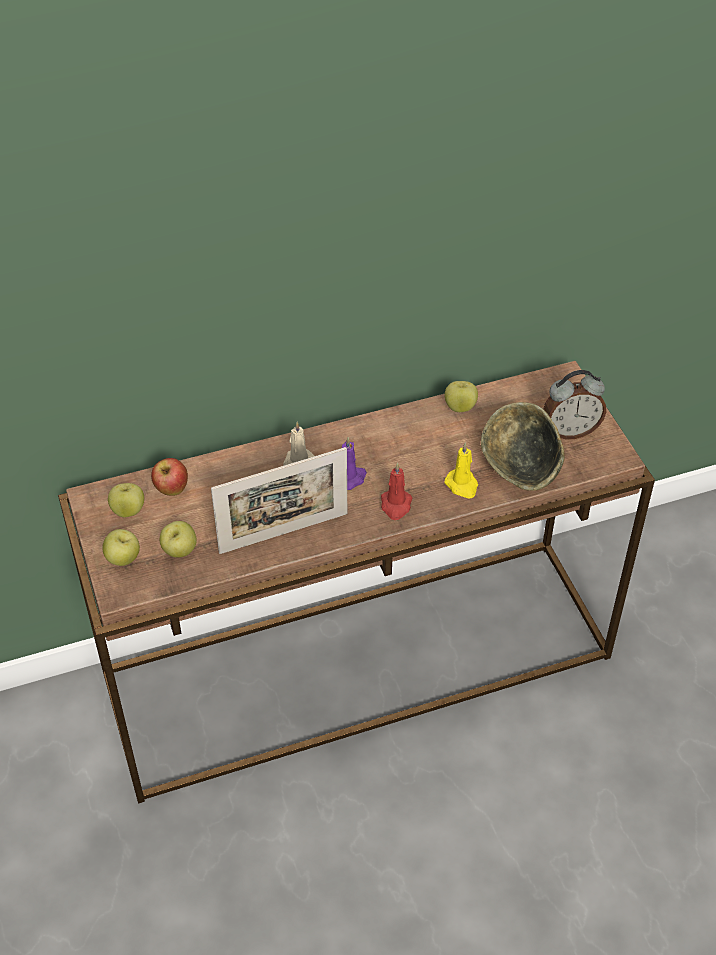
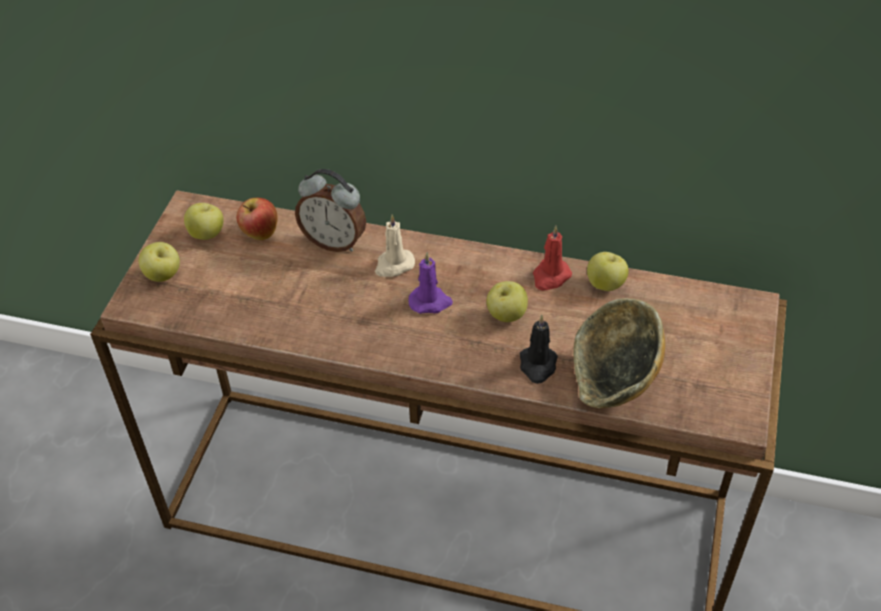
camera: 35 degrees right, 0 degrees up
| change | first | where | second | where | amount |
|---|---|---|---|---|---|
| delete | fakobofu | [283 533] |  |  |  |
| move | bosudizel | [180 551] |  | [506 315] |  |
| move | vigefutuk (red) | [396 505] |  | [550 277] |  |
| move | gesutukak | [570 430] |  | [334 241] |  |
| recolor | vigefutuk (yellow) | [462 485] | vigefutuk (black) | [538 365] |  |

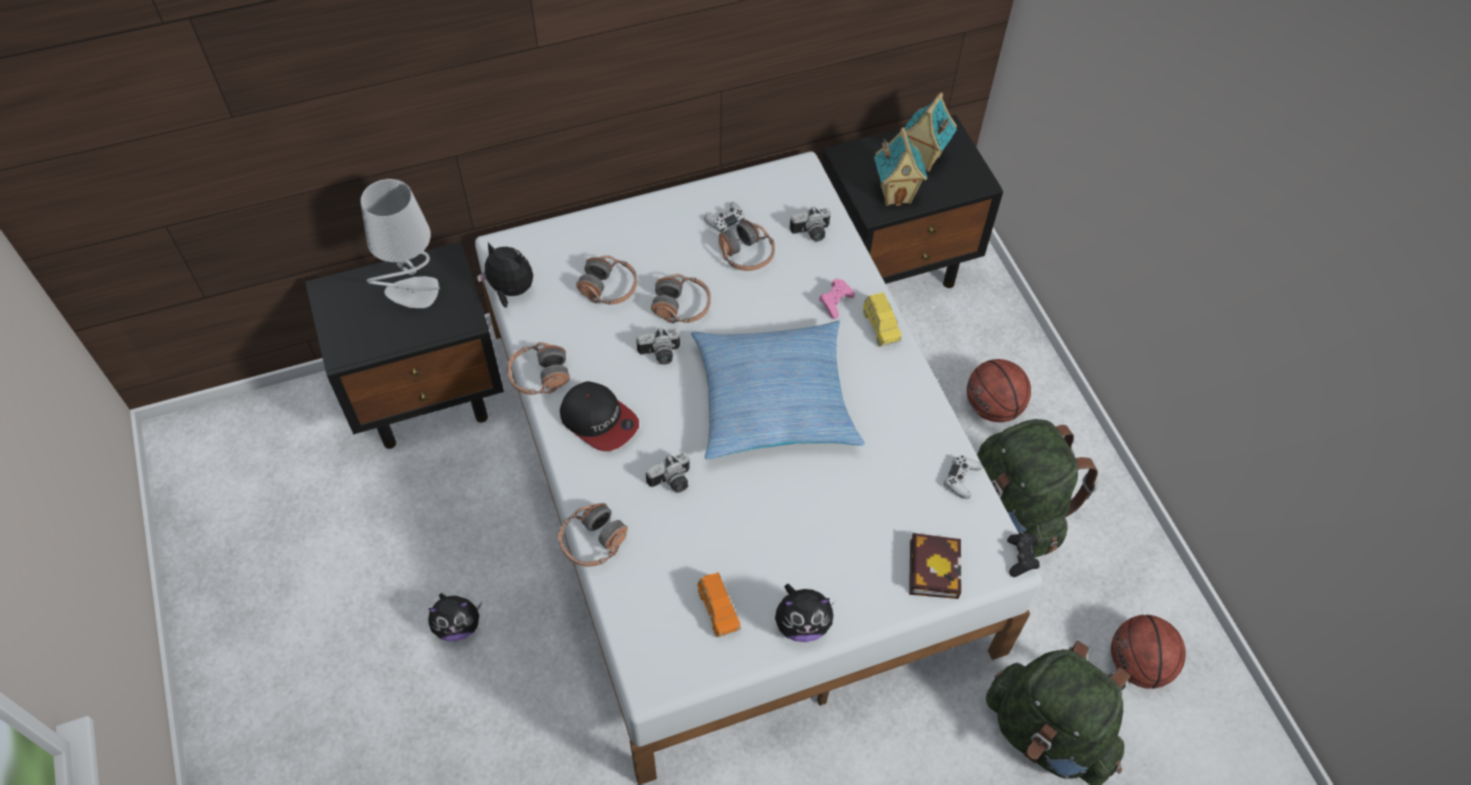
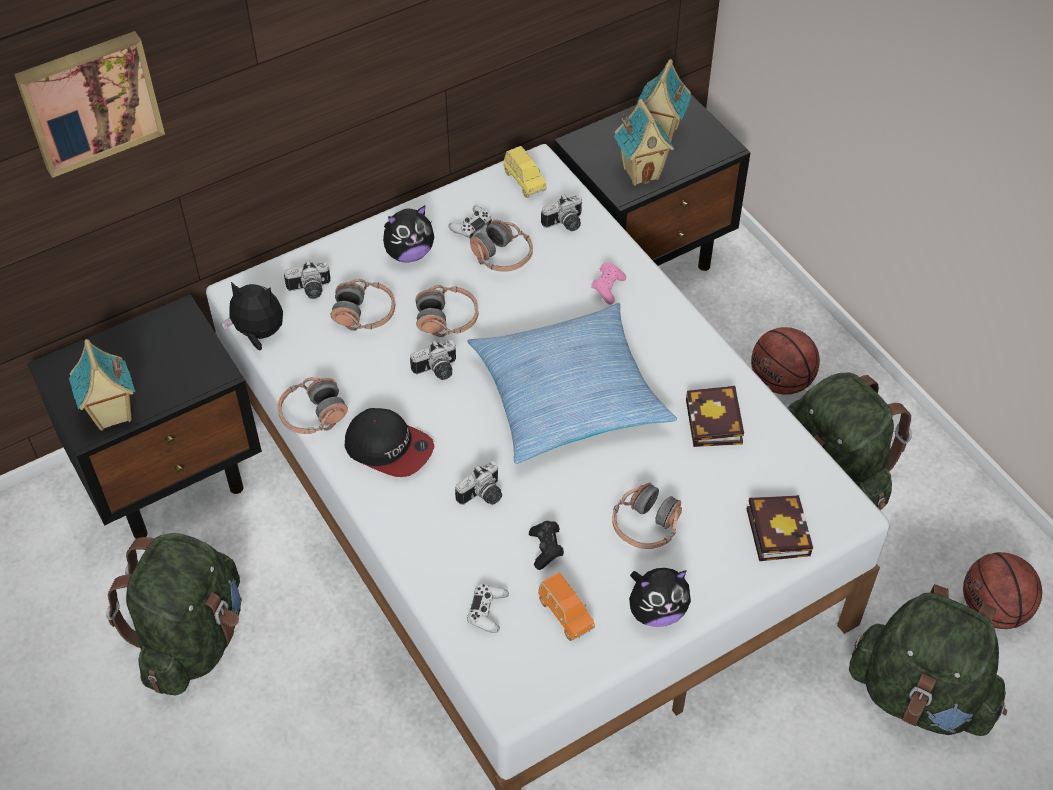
camera: 10 degrees left, 5 degrees down
| change | first | where | second | where | amount |
|---|---|---|---|---|---|
| delete | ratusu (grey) | [413 294] |  |  |  |
| insert |  |  | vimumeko | [89 101] |  |
| insert |  |  | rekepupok | [112 415] |  |
| insert |  |  | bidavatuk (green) | [193 639] |  |
| insert |  |  | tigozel | [310 290] |  |
| insert |  |  | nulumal | [715 424] |  |
| move | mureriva | [458 625] |  | [409 253] |  |
| move | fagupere | [592 542] |  | [646 525] |  |
| move | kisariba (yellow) | [880 327] |  | [524 181] |  |
| move | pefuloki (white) | [961 479] |  | [487 611] |  |
| move | pefuloki (black) | [1021 558] |  | [546 549] |  |

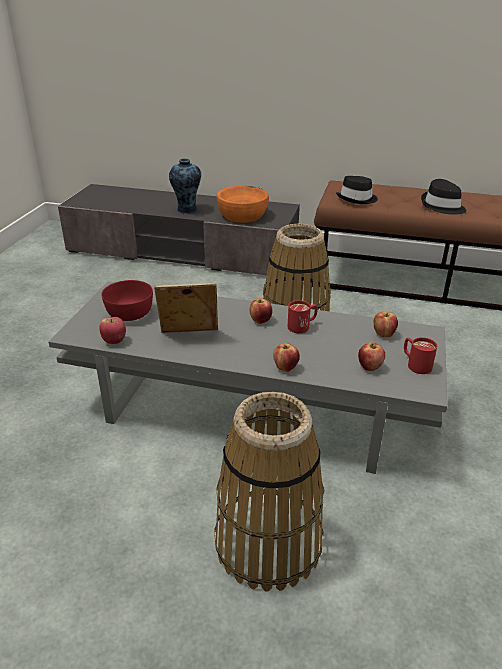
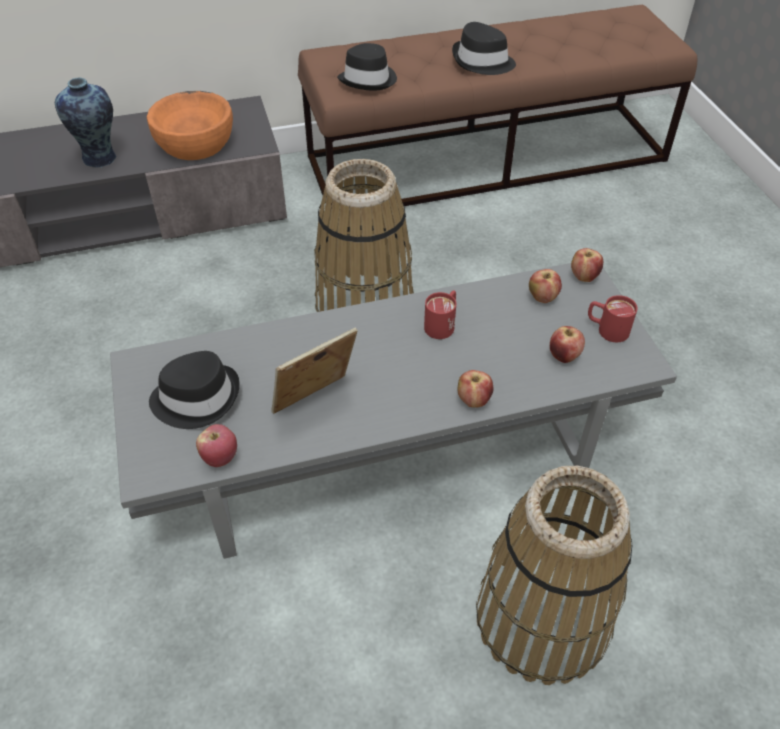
camera: 30 degrees left, 15 degrees up
| change | first | where | second | where | amount |
|---|---|---|---|---|---|
| move | bosudizel | [260 320] |  | [584 277] |  |
| replace | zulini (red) | [129 313] | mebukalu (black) | [197 398] |  |

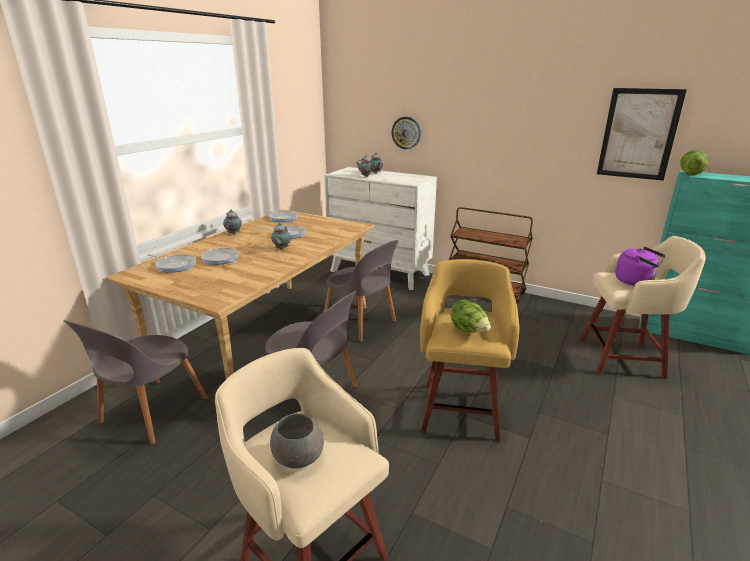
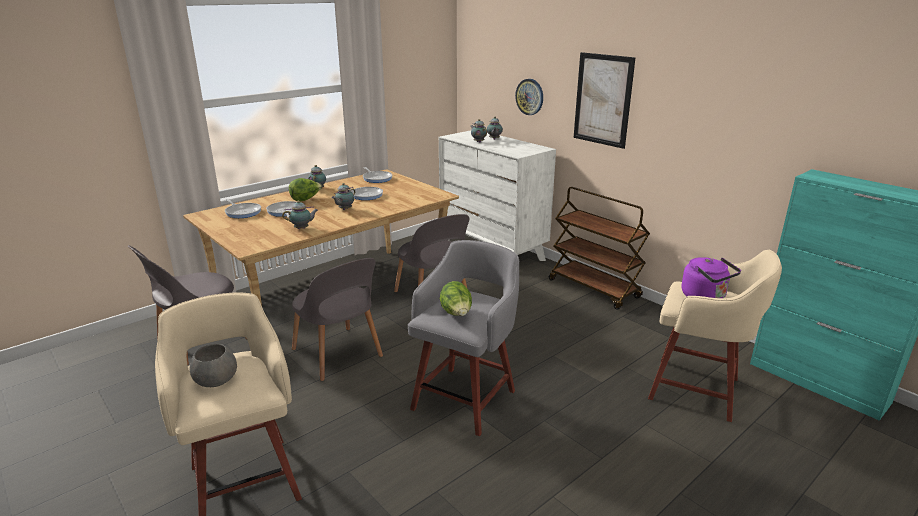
camera: 20 degrees right, 0 degrees up
| change | first | where | second | where | amount |
|---|---|---|---|---|---|
| insert |  |  | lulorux | [302 228] |  |
| move | vimumeko | [638 134] |  | [603 100] |  |
| move | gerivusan | [690 173] |  | [305 199] |  |
| recolor | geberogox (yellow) | [461 408] | geberogox (grey) | [466 398] |  |

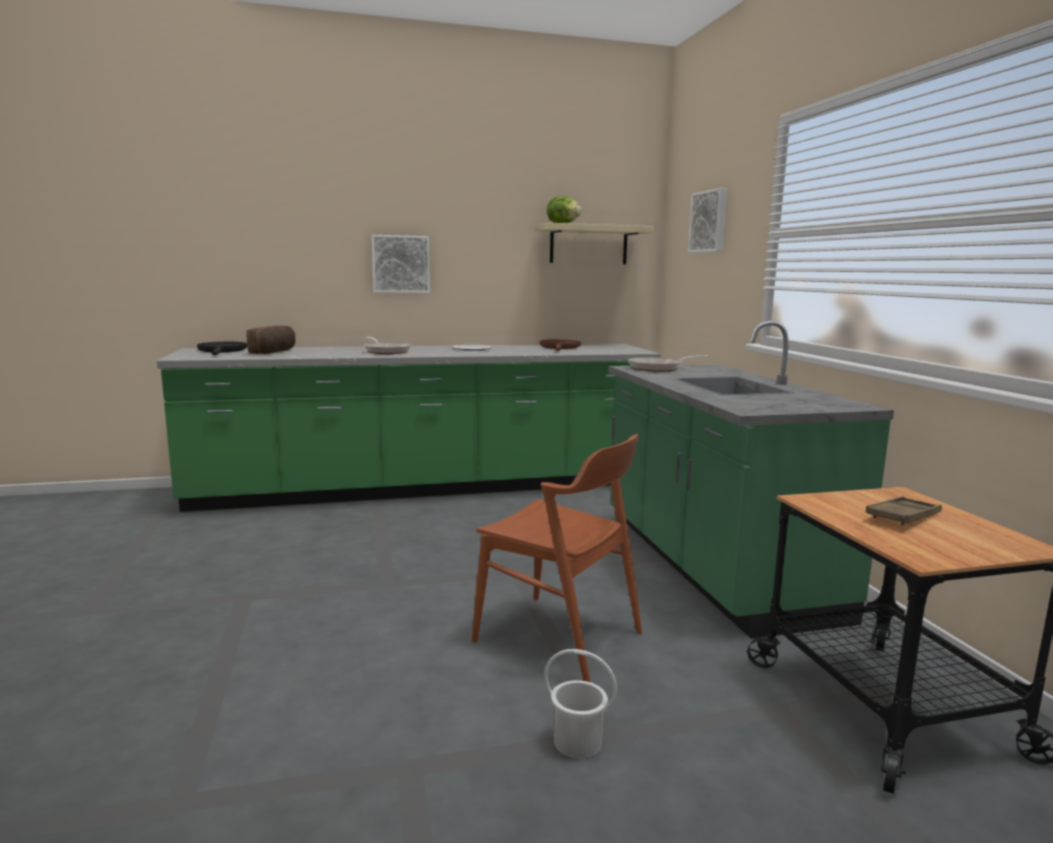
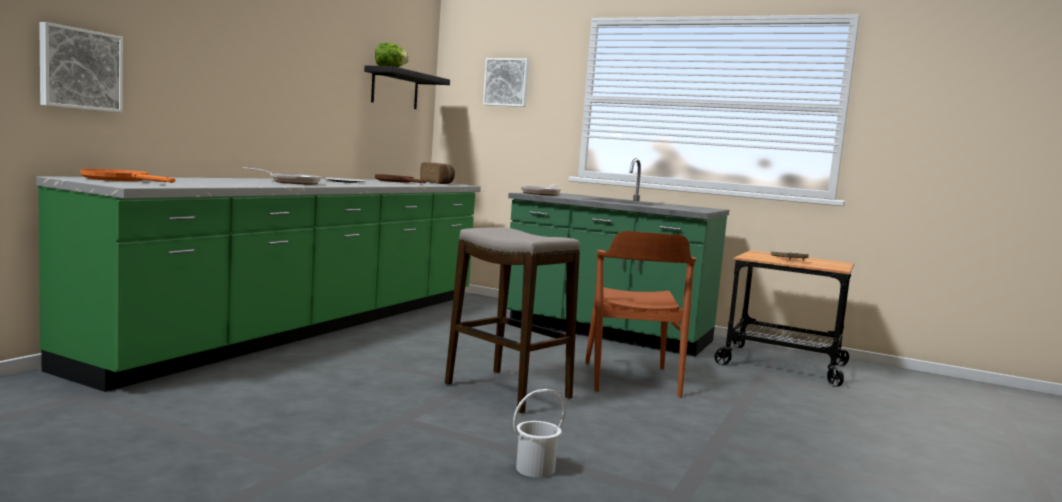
camera: 50 degrees left, 5 degrees down
| change | first | where | second | where | amount |
|---|---|---|---|---|---|
| insert |  |  | geberogox | [507 391] |  |
| move | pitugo | [275 352] |  | [438 183] |  |
| move | vimumeko | [400 264] |  | [80 69] |  |
| move | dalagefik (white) | [577 743] |  | [536 469] |  |
| recolor | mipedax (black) | [222 351] | mipedax (orange) | [122 180] |  |
| recolor | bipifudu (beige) | [588 245] | bipifudu (black) | [395 89] |  |
| rotate | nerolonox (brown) | [559 637] |  | [630 379] | 105 degrees clockwise |

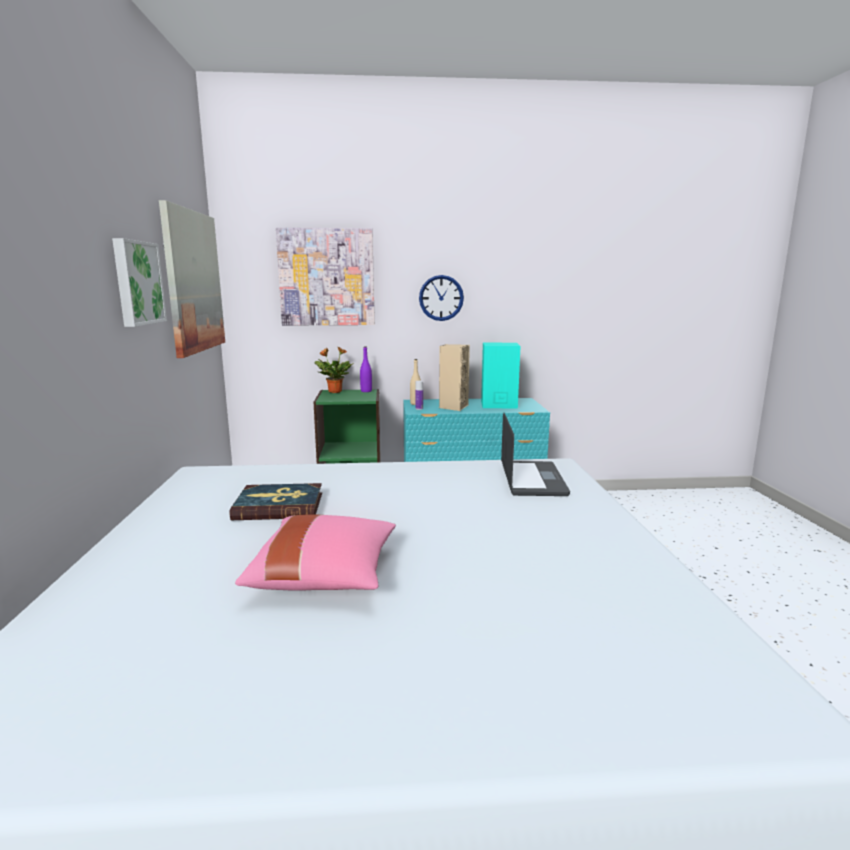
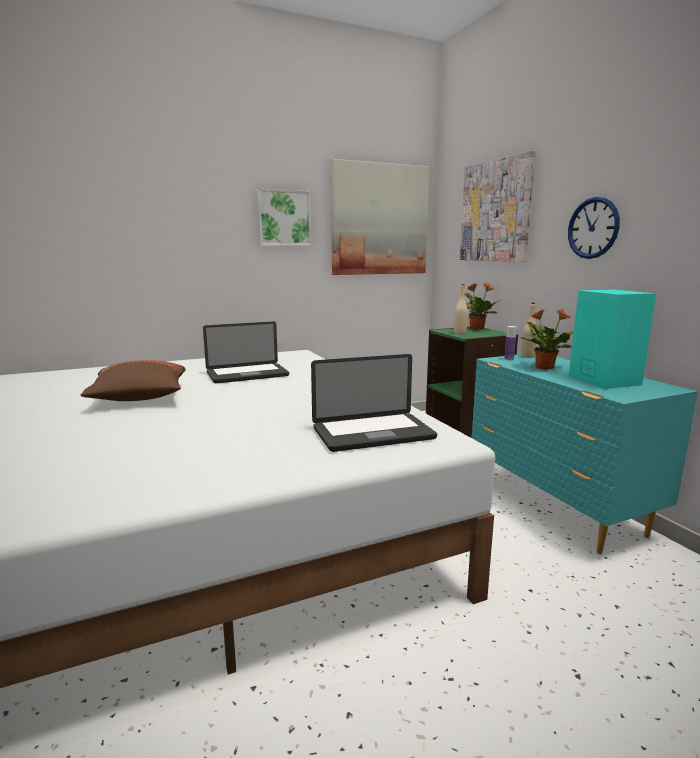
camera: 70 degrees right, 0 degrees up
| change | first | where | second | where | amount |
|---|---|---|---|---|---|
| delete | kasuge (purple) | [366 391] |  |  |  |
| insert |  |  | kasuge (beige) | [460 333] |  |
| replace | nulumal | [279 506] | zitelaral | [247 374] |  |
| replace | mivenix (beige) | [453 407] | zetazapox | [543 367] |  |
| recolor | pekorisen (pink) | [325 575] | pekorisen (brown) | [139 398] |  |

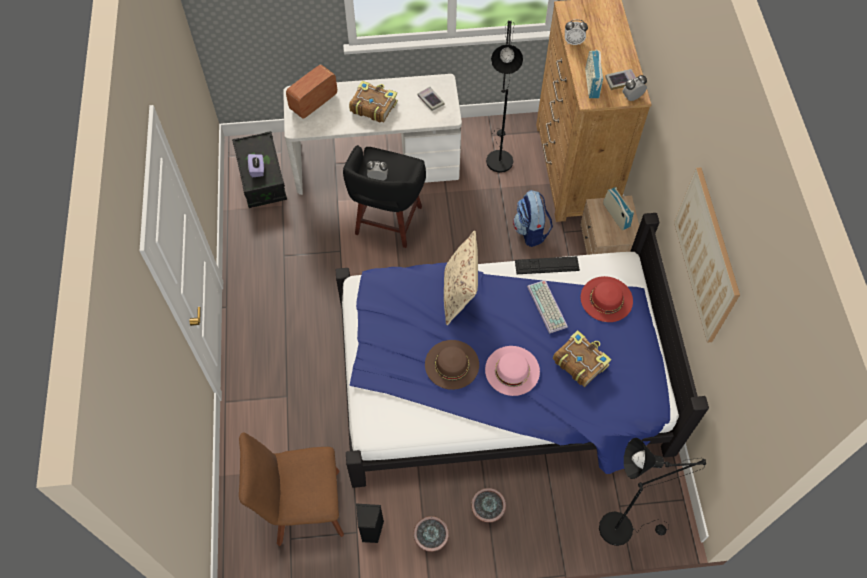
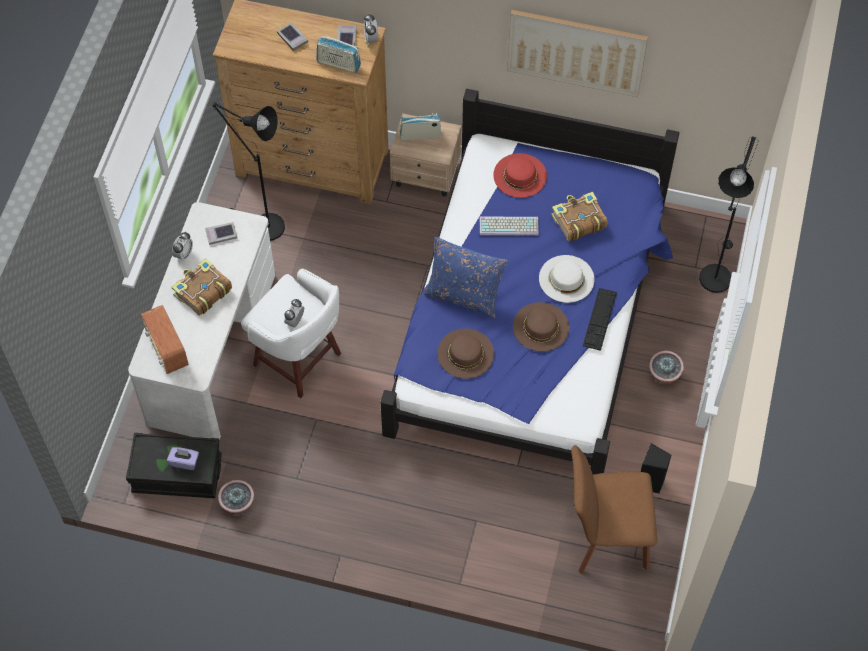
camera: 70 degrees left, 0 degrees up
| change | first | where | second | where | amount |
|---|---|---|---|---|---|
| delete | bidavatuk | [531 231] |  |  |  |
| insert |  |  | nulumal | [292 38] |  |
| insert |  |  | mebukalu (brown) | [465 353] |  |
| move | zetazapox | [431 538] |  | [238 505] |  |
| move | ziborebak | [547 265] |  | [599 319] |  |
| move | gesutukak | [573 42] |  | [184 254] |  |
| recolor | geberogox (black) | [387 222] | geberogox (white) | [300 361] |  |
| recolor | pekorisen (beige) | [459 294] | pekorisen (blue) | [464 295] |  |
| recolor | mebukalu (pink) | [512 370] | mebukalu (white) | [566 279] |  |
| rotate | nerolonox (brown) | [303 506] |  | [605 536] | 75 degrees clockwise |

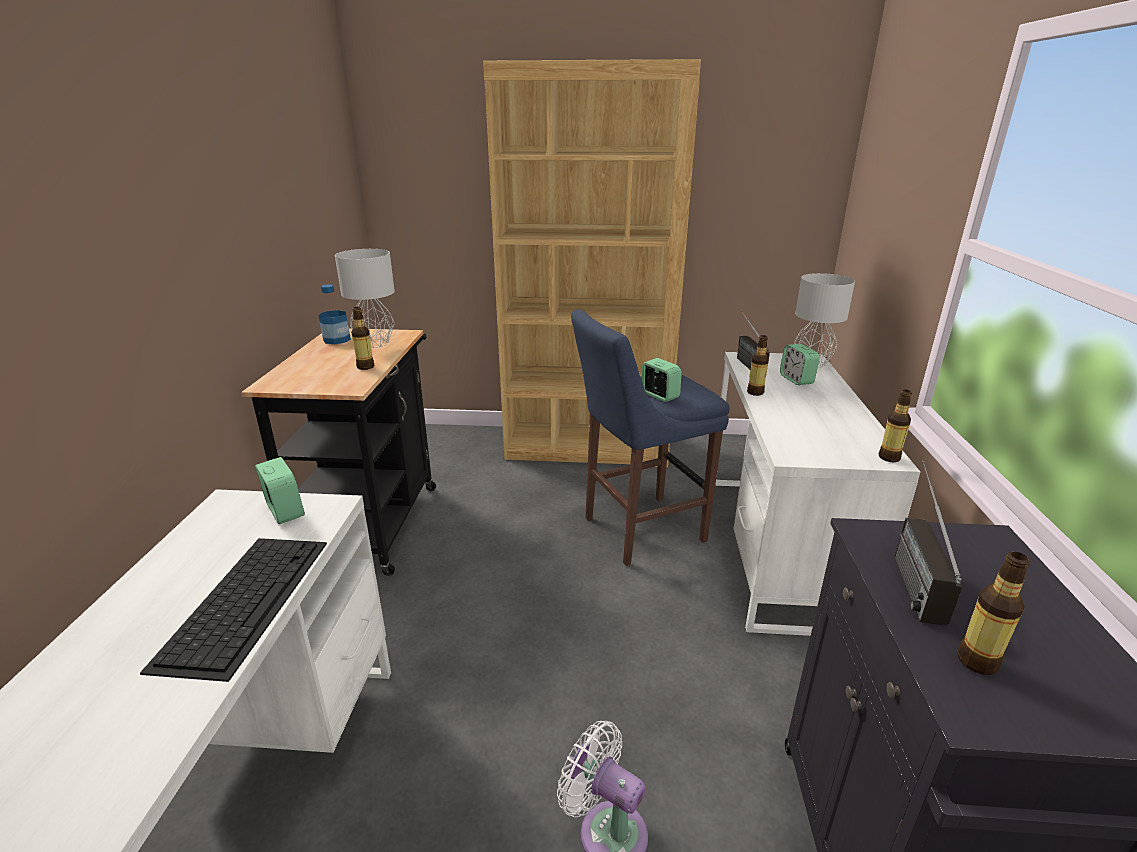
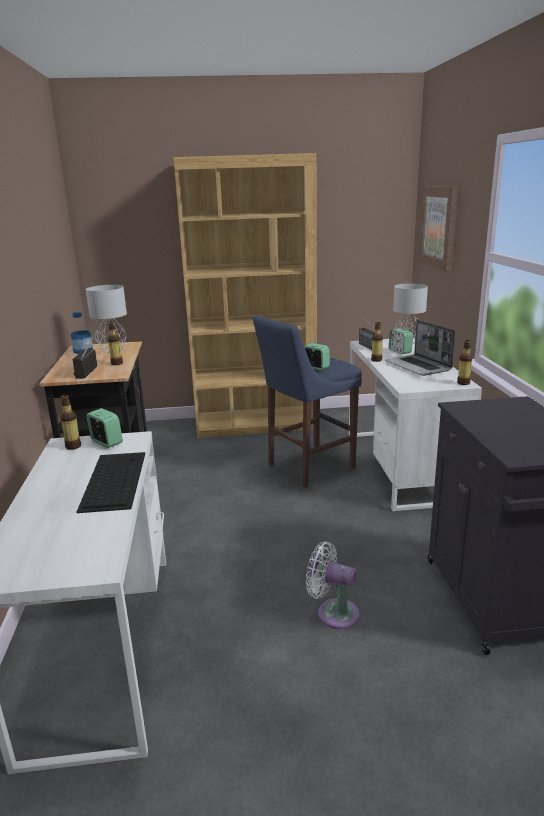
camera: 10 degrees left, 5 degrees down
| change | first | where | second | where | amount |
|---|---|---|---|---|---|
| insert |  |  | zitelaral | [419 366] |  |
| insert |  |  | vimumeko | [439 227] |  |
| move | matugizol | [908 571] |  | [89 369] |  |
| move | kasuge | [977 661] |  | [73 446] |  |

